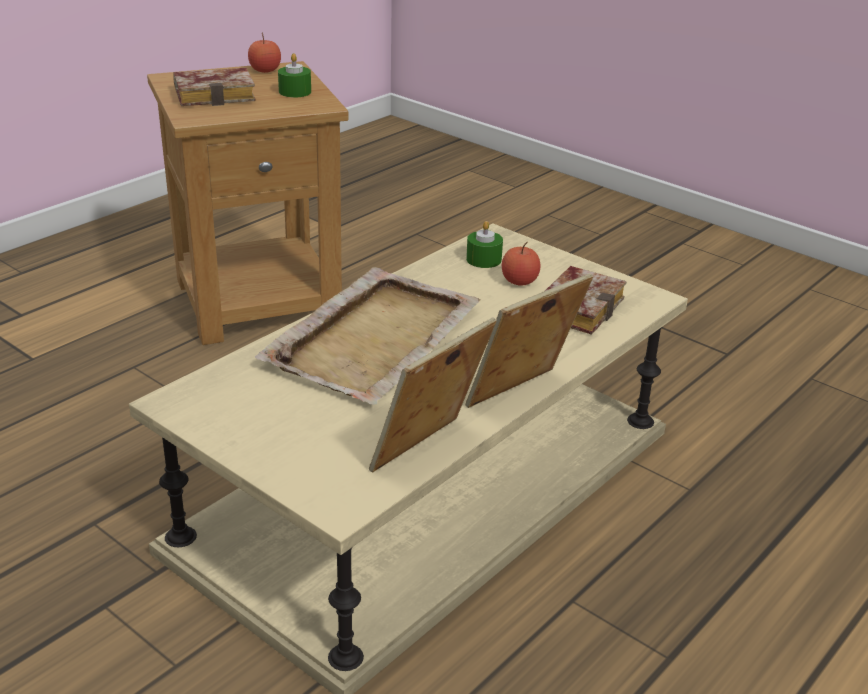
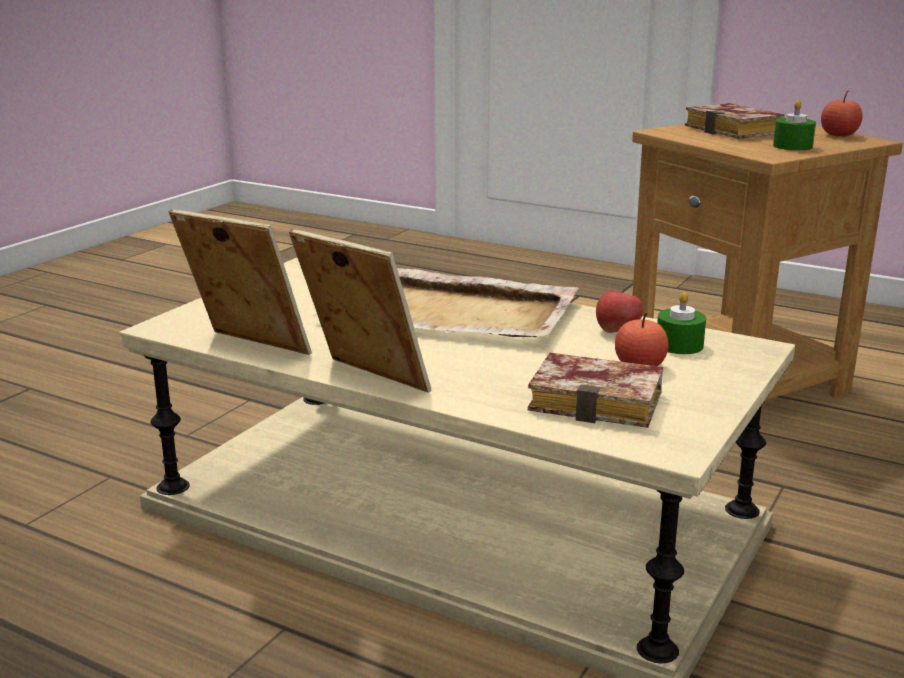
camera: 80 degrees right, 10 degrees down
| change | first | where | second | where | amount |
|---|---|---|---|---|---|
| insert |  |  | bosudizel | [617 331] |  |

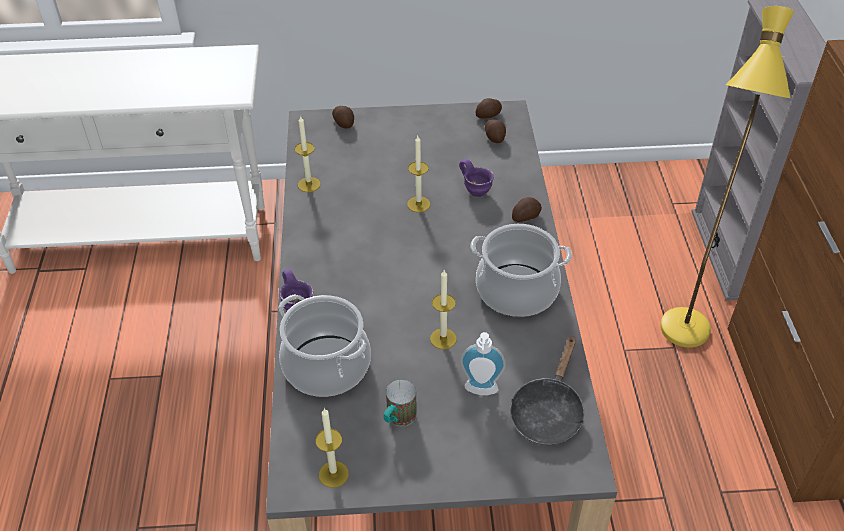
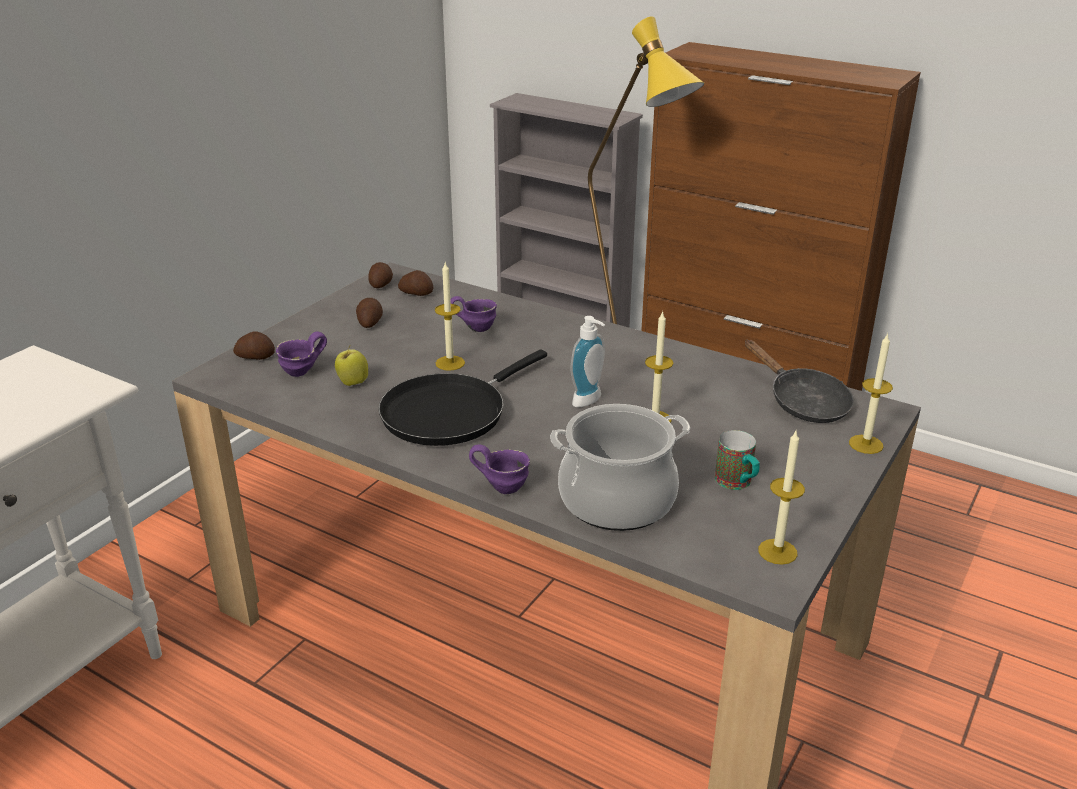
camera: 55 degrees left, 15 degrees down
| change | first | where | second | where | amount |
|---|---|---|---|---|---|
| delete | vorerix | [517 290] |  |  |  |
| insert |  |  | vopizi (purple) | [303 373] |  |
| insert |  |  | bosudizel | [352 383] |  |
| insert |  |  | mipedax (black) | [449 412] |  |
| move | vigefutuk | [309 184] |  | [866 444] |  |
| move | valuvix | [481 391] |  | [590 401] |  |
| move | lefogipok | [525 216] |  | [369 322] |  |

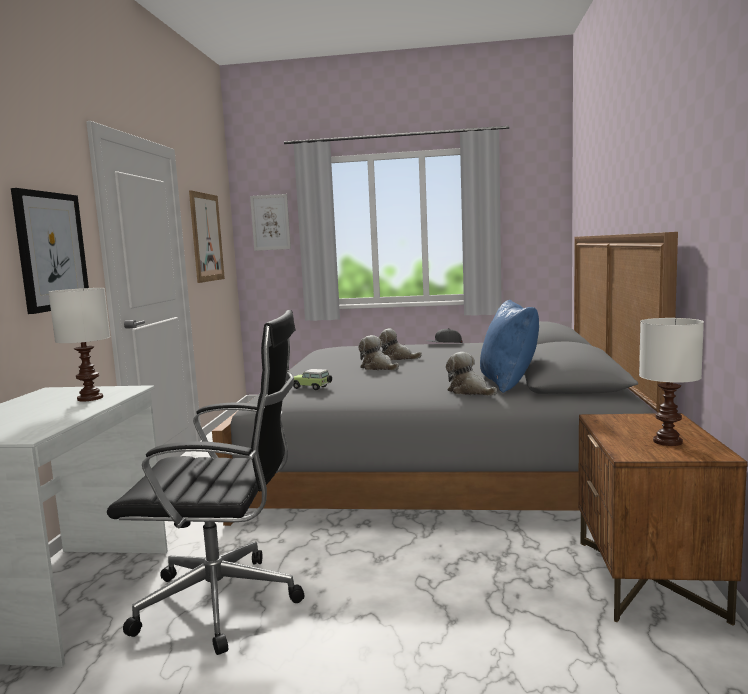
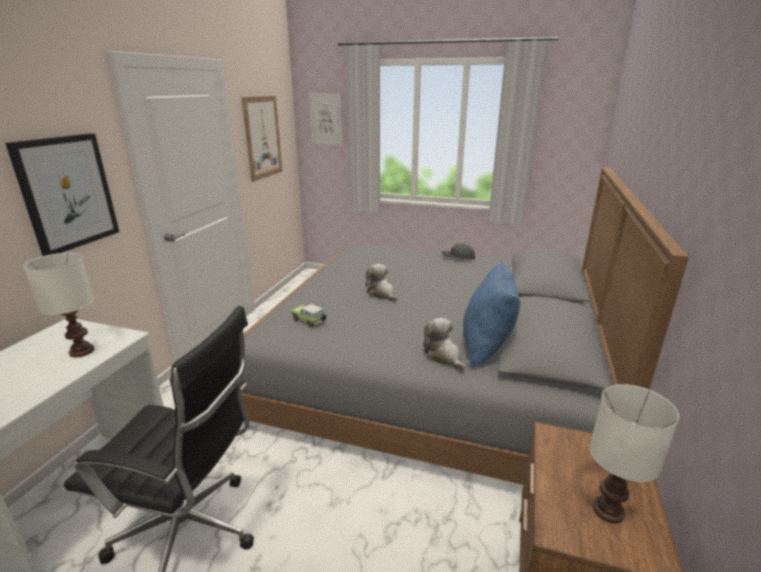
camera: 10 degrees right, 15 degrees up
| change | first | where | second | where | amount |
|---|---|---|---|---|---|
| delete | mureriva | [397 358] |  |  |  |

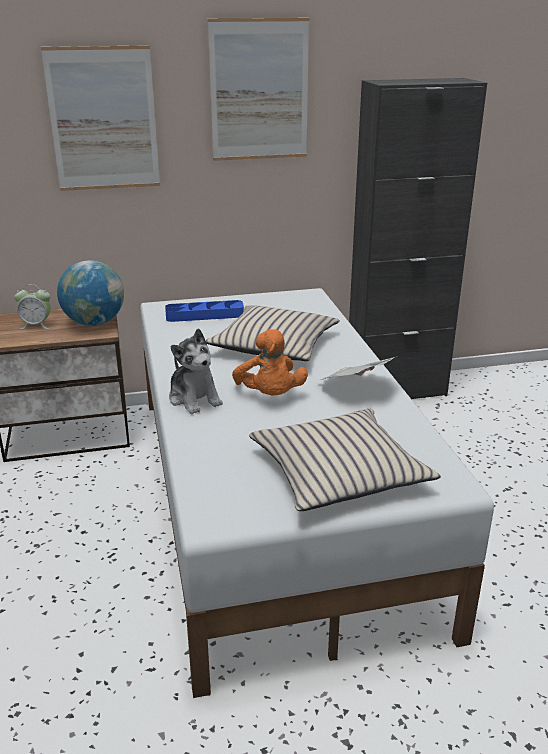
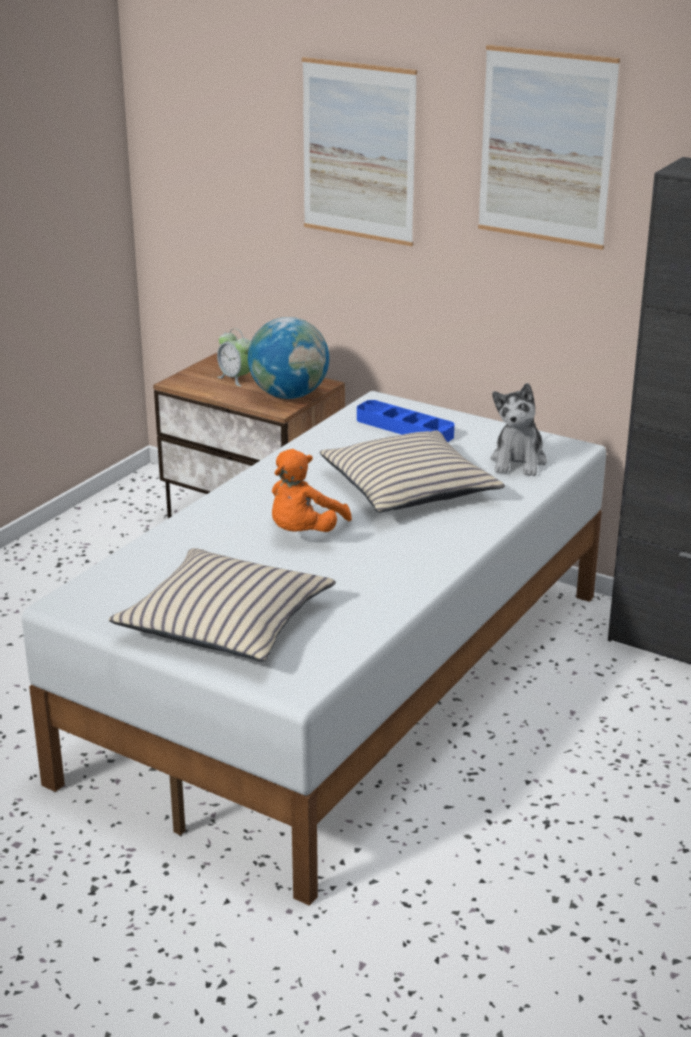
camera: 45 degrees right, 0 degrees up
| change | first | where | second | where | amount |
|---|---|---|---|---|---|
| delete | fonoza | [356 387] |  |  |  |
| move | mureriva | [194 398] |  | [518 462] |  |

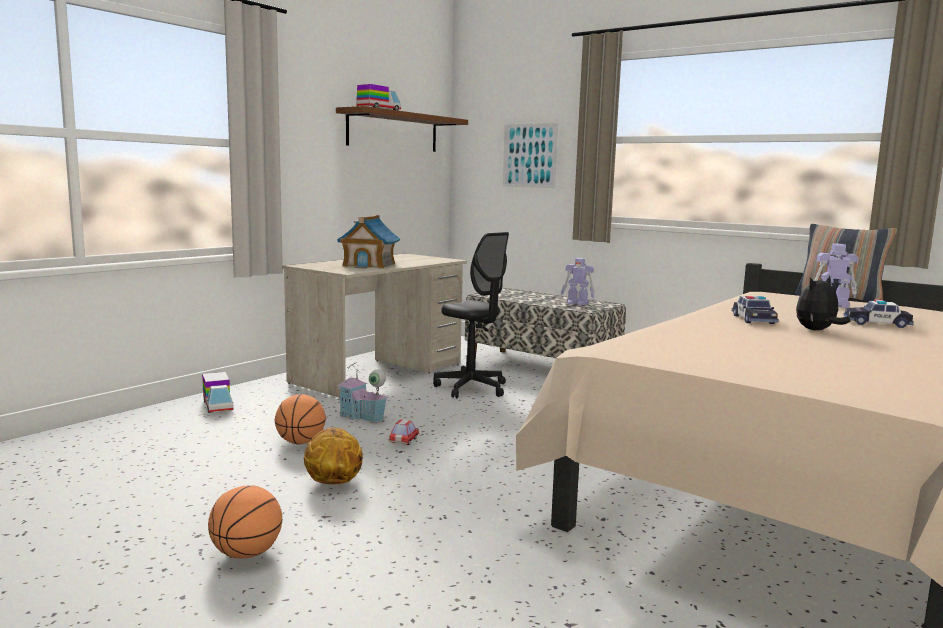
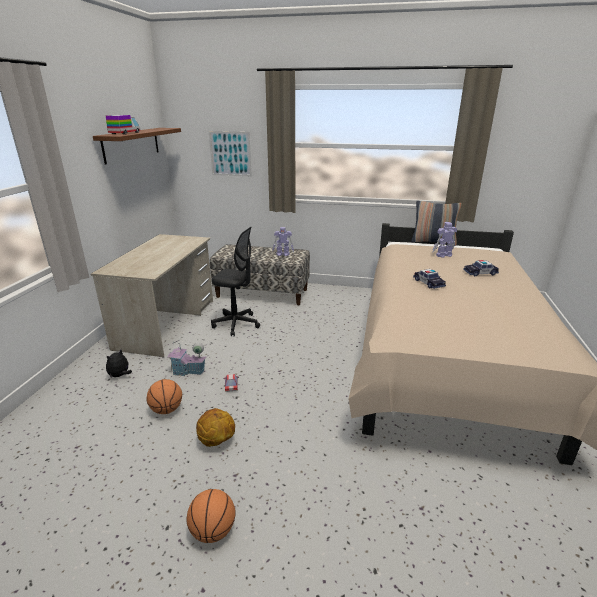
camera: 25 degrees left, 15 degrees up
| change | first | where | second | where | amount |
|---|---|---|---|---|---|
| delete | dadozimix | [218 405] |  |  |  |
| delete | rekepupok | [369 265] |  |  |  |
| move | mureriva | [817 330] |  | [120 375] |  |

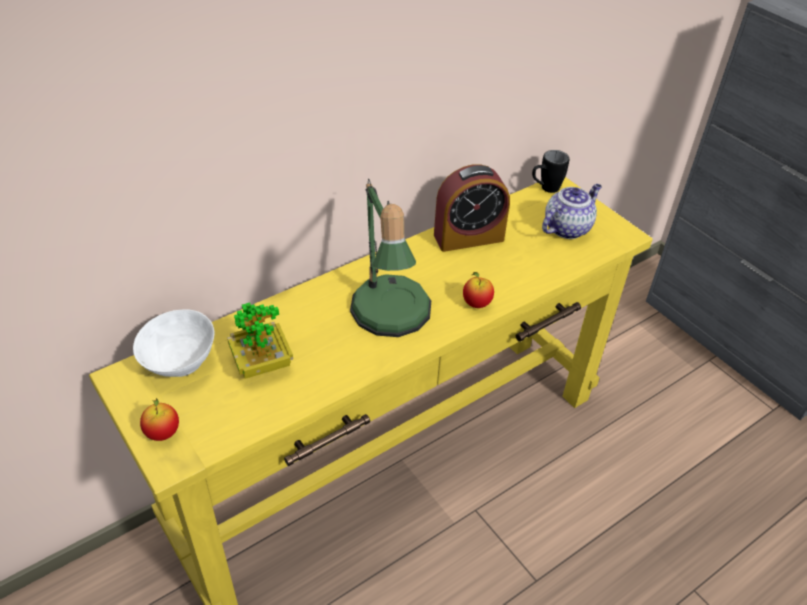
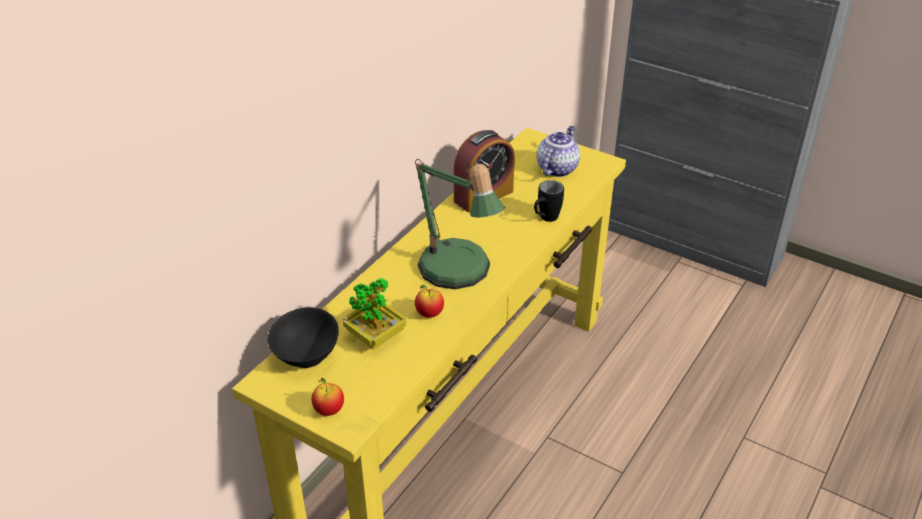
camera: 20 degrees left, 5 degrees down
| change | first | where | second | where | amount |
|---|---|---|---|---|---|
| move | bosudizel | [476 303] |  | [429 314] |  |
| move | vopizi (black) | [545 189] |  | [545 219] |  |
| recolor | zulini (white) | [179 363] | zulini (black) | [305 357] |  |

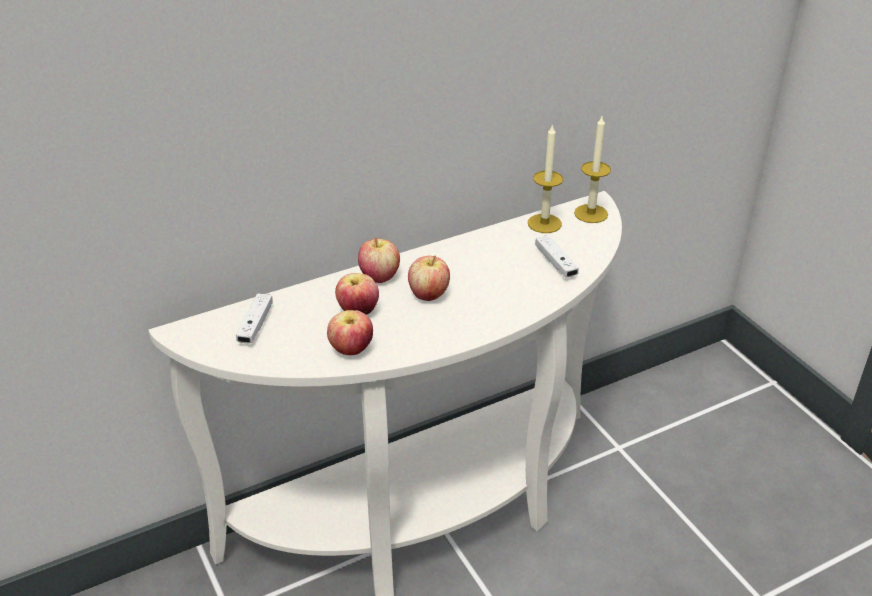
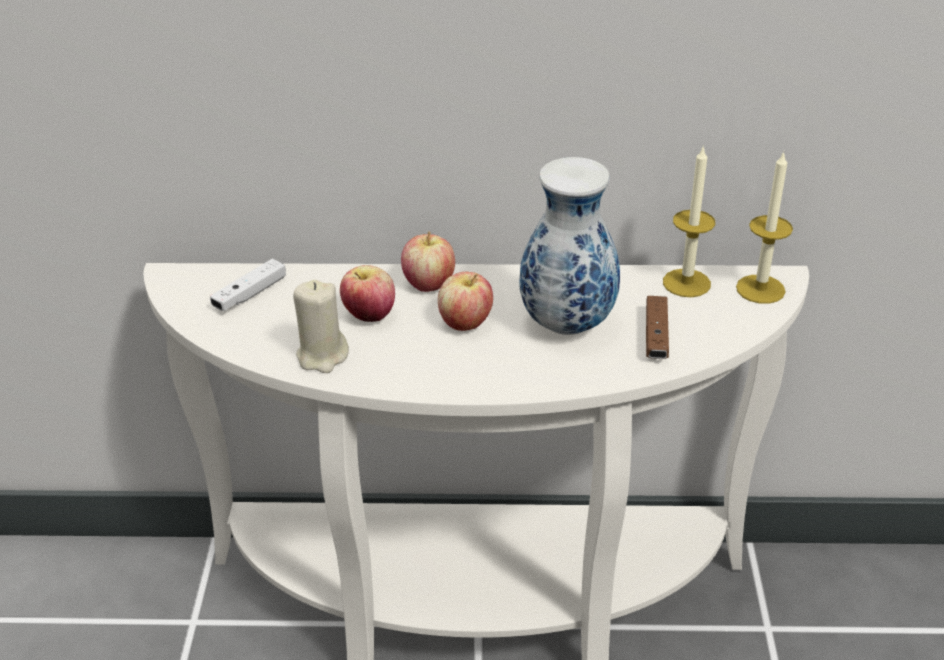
camera: 30 degrees right, 0 degrees up
| change | first | where | second | where | amount |
|---|---|---|---|---|---|
| insert |  |  | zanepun | [566 323] |  |
| replace | bosudizel | [351 349] | vigefutuk (beige) | [322 356] |  |
| recolor | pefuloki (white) | [555 263] | pefuloki (brown) | [656 336] |  |

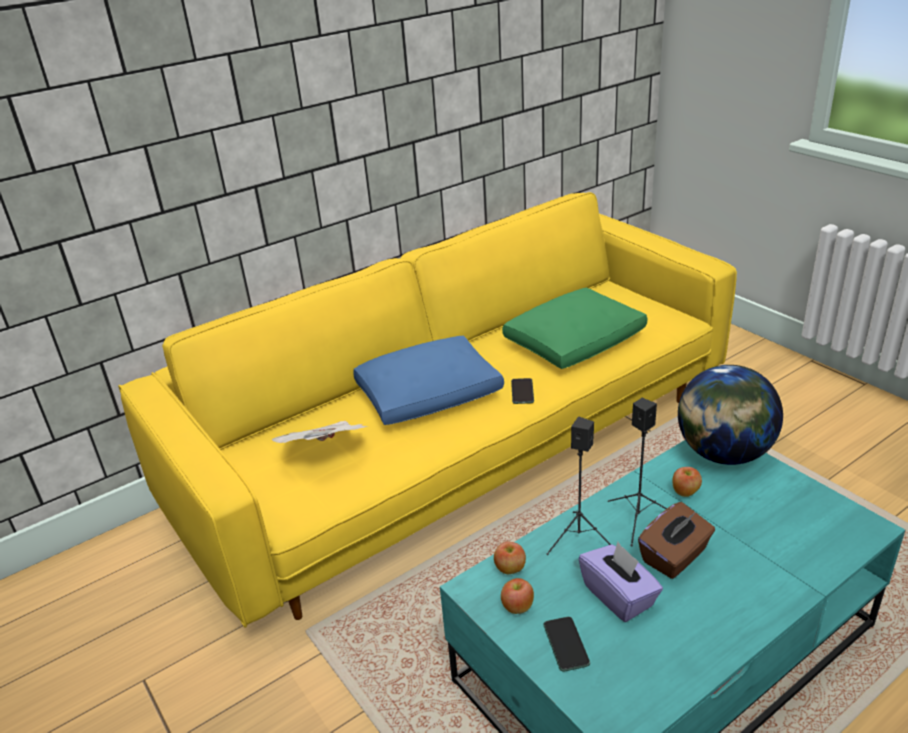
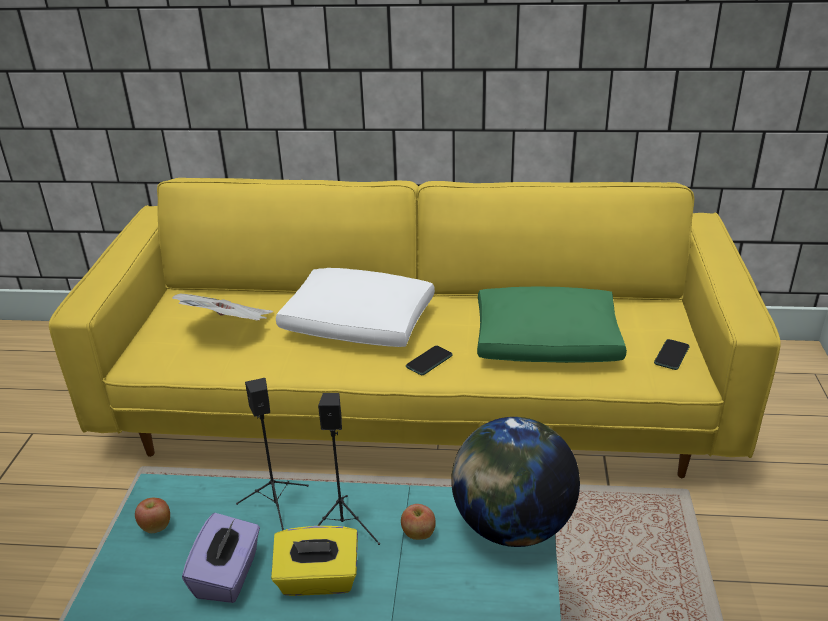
camera: 40 degrees right, 0 degrees up
| change | first | where | second | where | amount |
|---|---|---|---|---|---|
| delete | bosudizel | [510 569] |  |  |  |
| move | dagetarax | [566 644] |  | [671 355] |  |
| recolor | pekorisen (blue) | [429 395] | pekorisen (white) | [360 324] |  |
| recolor | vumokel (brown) | [675 557] | vumokel (yellow) | [318 580] |  |

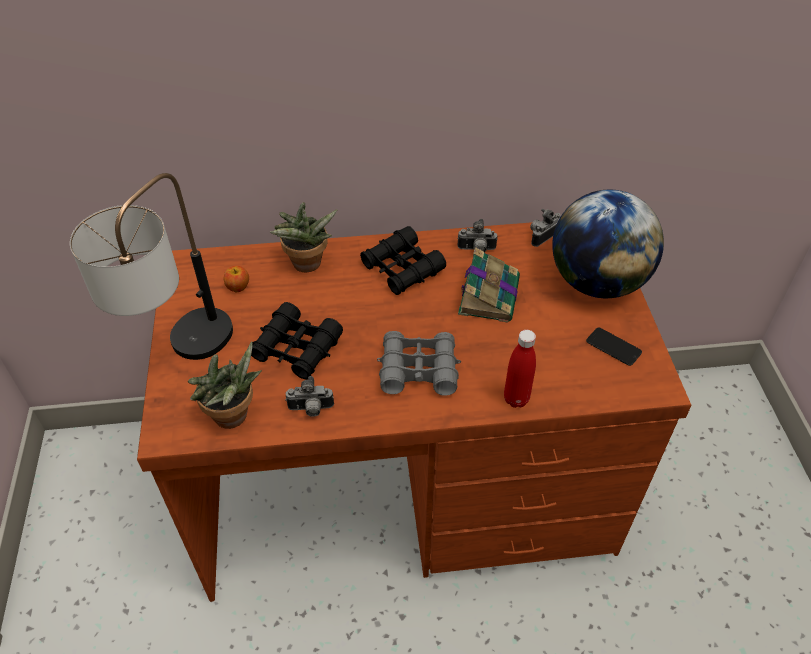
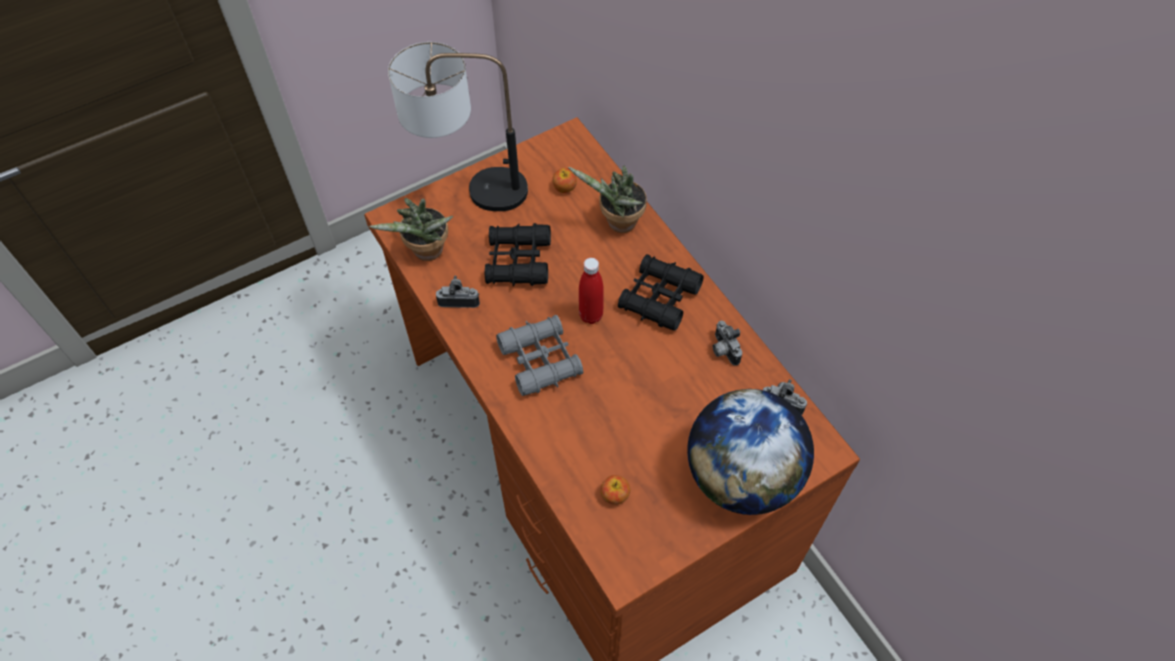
camera: 65 degrees right, 10 degrees up
| change | first | where | second | where | amount |
|---|---|---|---|---|---|
| delete | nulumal | [489 295] |  |  |  |
| delete | dagetarax | [613 347] |  |  |  |
| insert |  |  | bosudizel | [615 495] |  |
| move | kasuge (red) | [516 399] |  | [591 315] |  |
| rotate | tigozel | [310 409] |  | [459 300] | 120 degrees clockwise |

